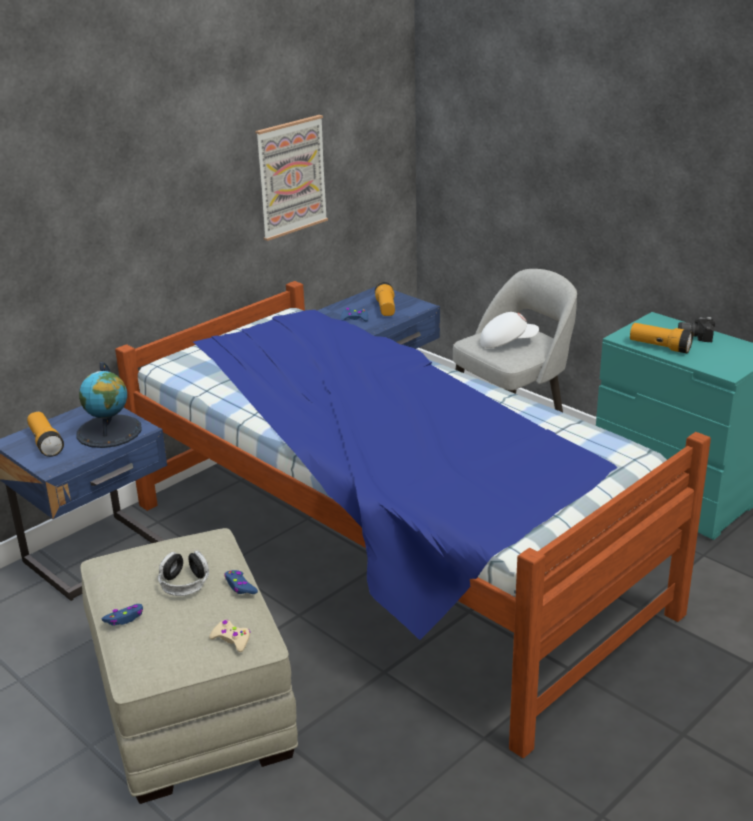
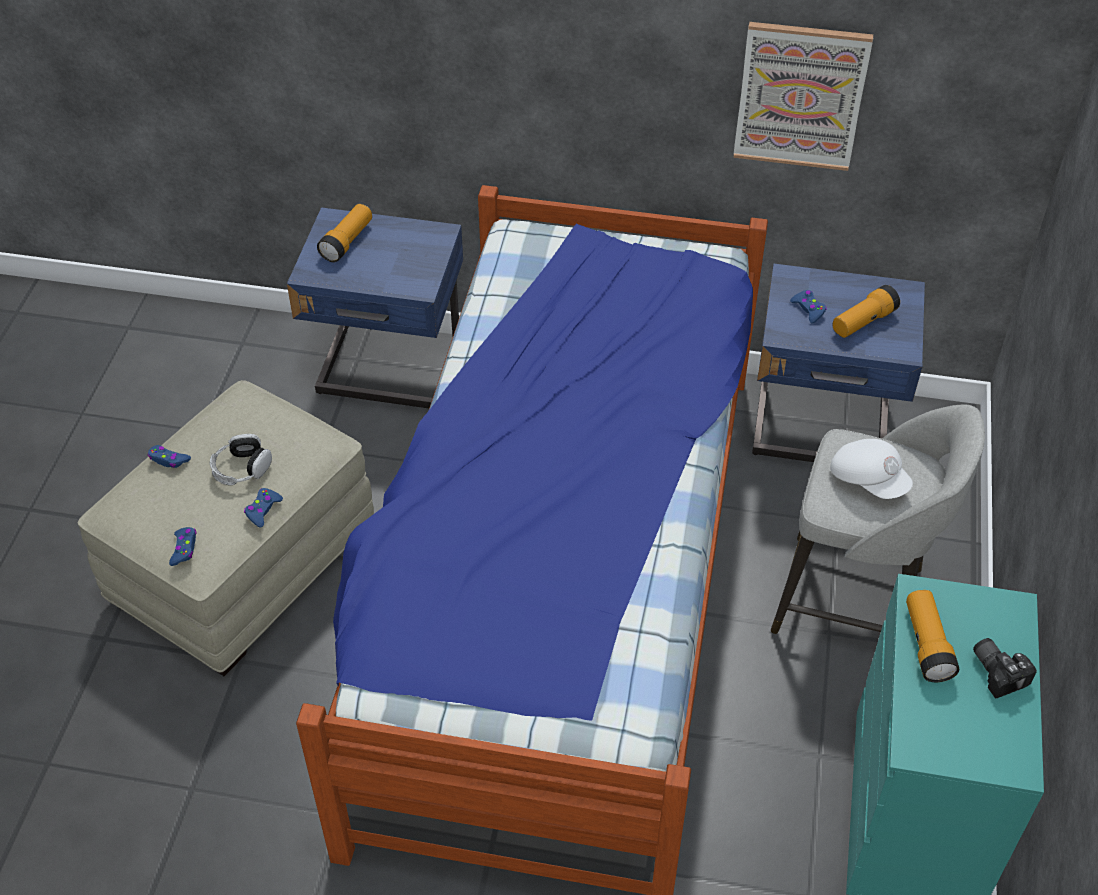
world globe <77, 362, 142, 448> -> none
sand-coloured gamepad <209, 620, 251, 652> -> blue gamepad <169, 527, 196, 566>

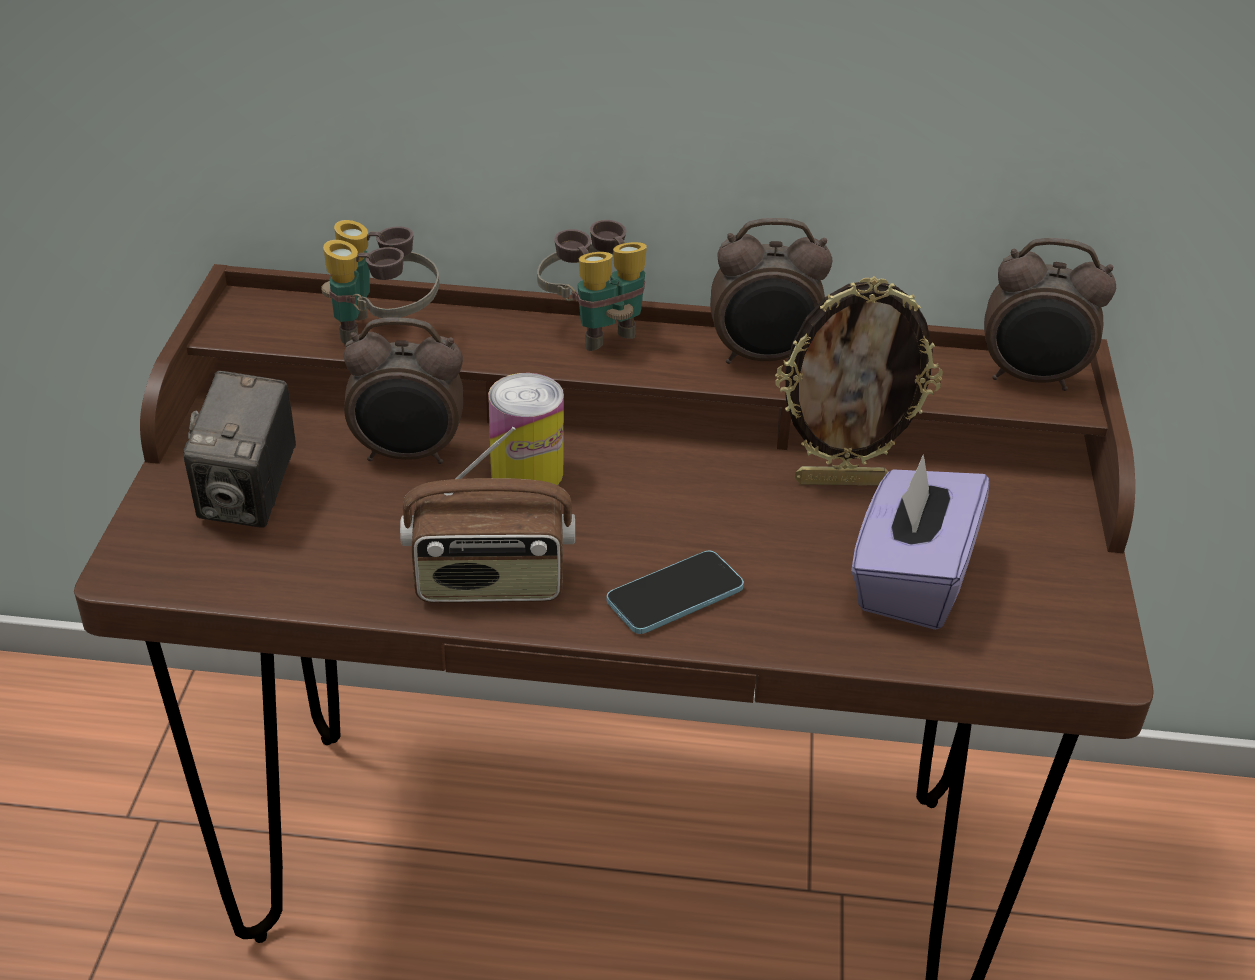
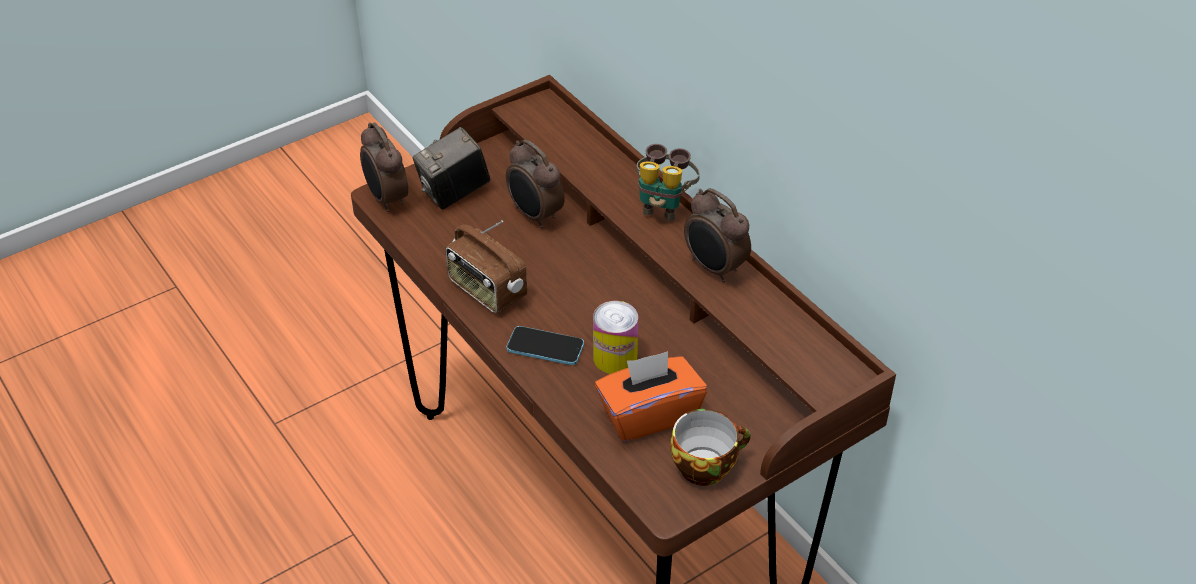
pair of binoculars <321, 220, 439, 345> -> none
photo frame <775, 276, 943, 486> -> none
none -> cup <670, 409, 751, 486>
metal can <488, 373, 564, 485> -> metal can <593, 301, 638, 374>, move
alarm clock <984, 238, 1116, 391> -> alarm clock <360, 123, 408, 212>, move
purplish box of tissues <851, 454, 989, 630> -> orange-coloured box of tissues <595, 351, 707, 441>

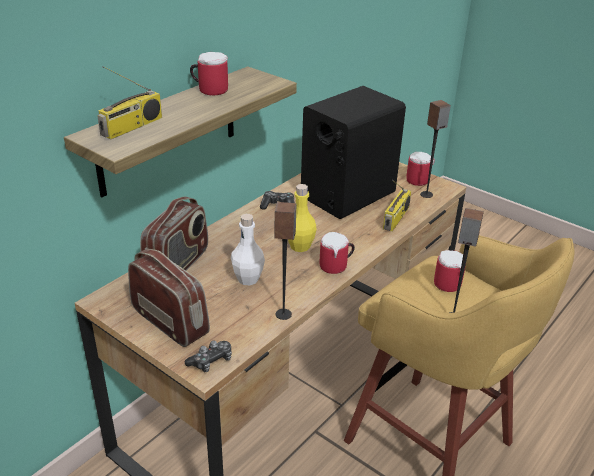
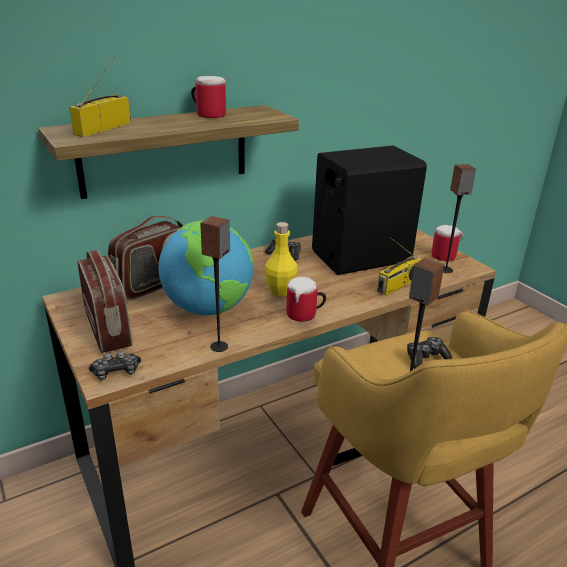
whitish bottle <231, 214, 265, 285> -> world globe <159, 220, 254, 315>
mug <434, 250, 466, 292> -> gamepad <407, 337, 452, 369>
radio set <97, 66, 162, 139> -> radio set <69, 55, 131, 137>, 150 degrees clockwise

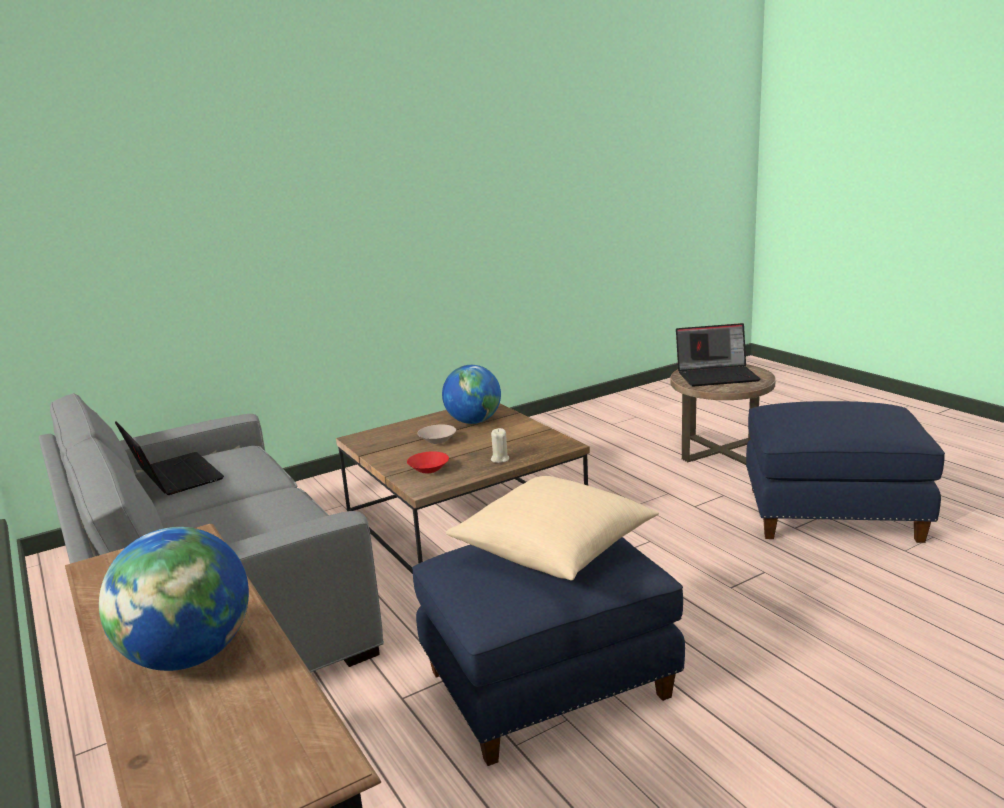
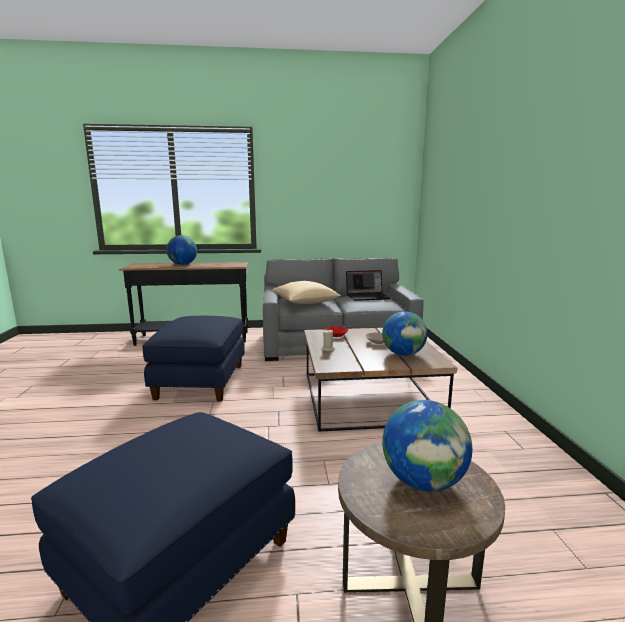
sand-coloured throw pillow <446, 476, 659, 580> -> sand-coloured throw pillow <272, 281, 341, 304>, move
portable computer <676, 323, 761, 387> -> world globe <382, 400, 472, 492>

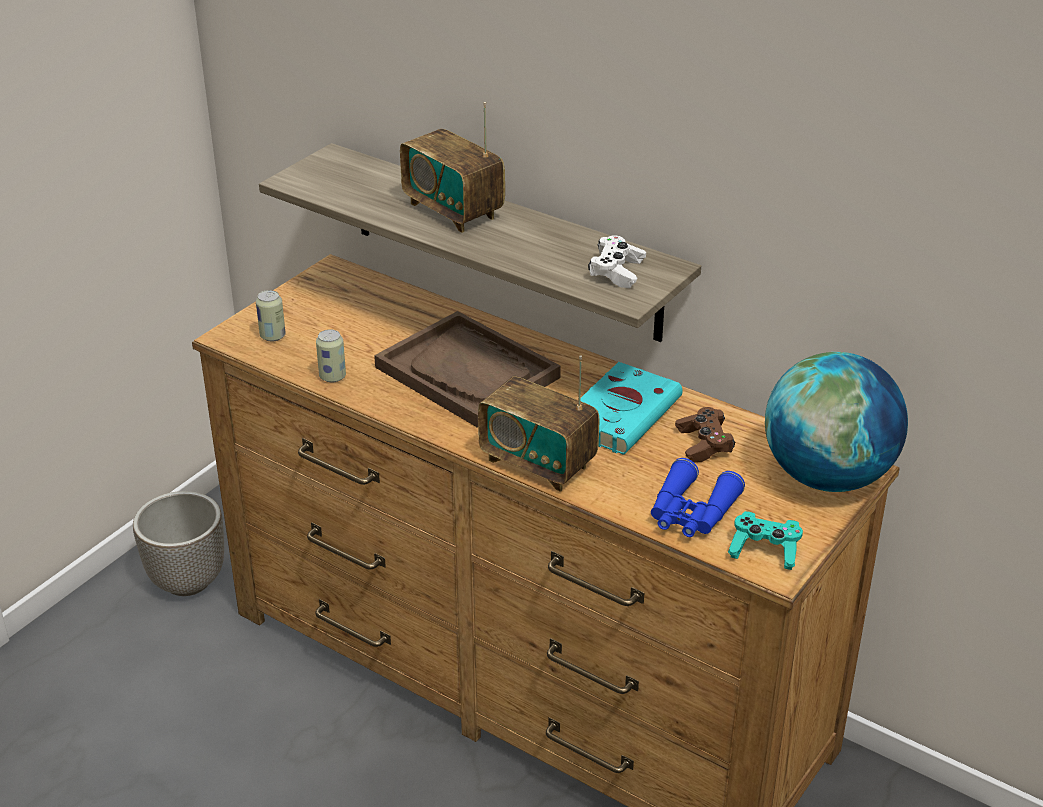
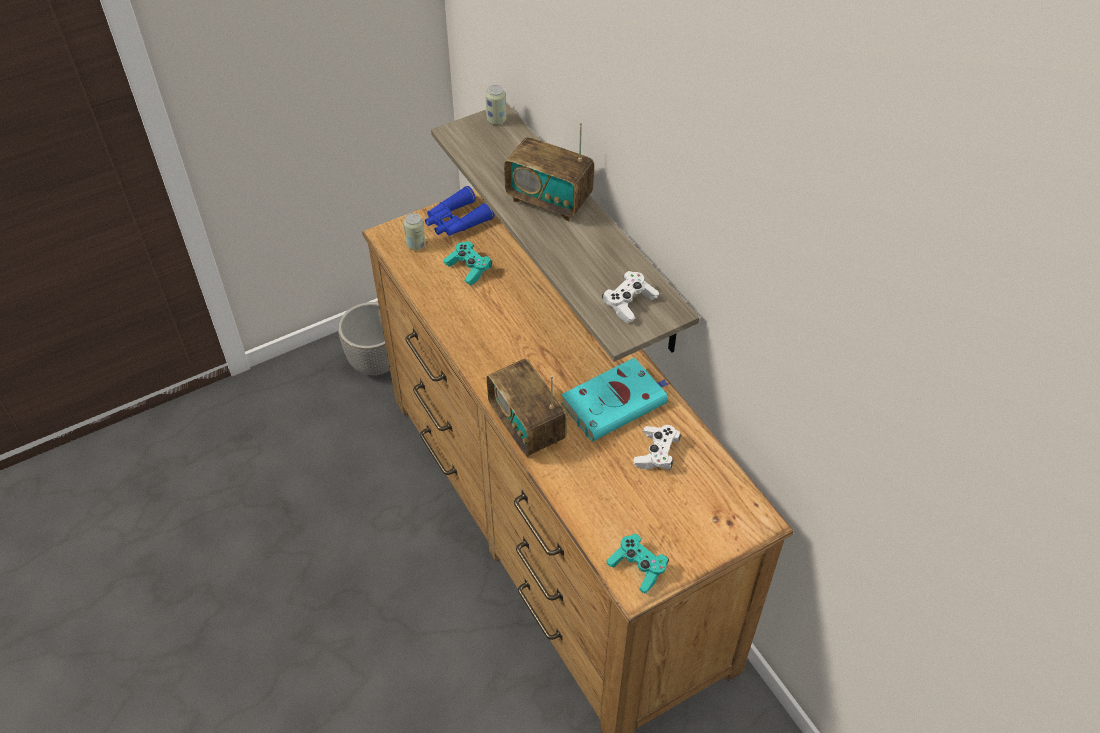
brown tray <374, 311, 561, 428> -> none
world globe <765, 352, 908, 492> -> none
none -> turquoise gamepad <443, 241, 492, 285>
metal can <316, 329, 346, 382> -> metal can <485, 85, 506, 125>, move
blue pair of binoculars <651, 458, 745, 537> -> blue pair of binoculars <425, 186, 495, 236>, move
brown gamepad <675, 407, 735, 463> -> whitish gamepad <633, 425, 682, 470>
radio set <400, 102, 505, 233> -> radio set <504, 122, 595, 222>, 45 degrees counterclockwise

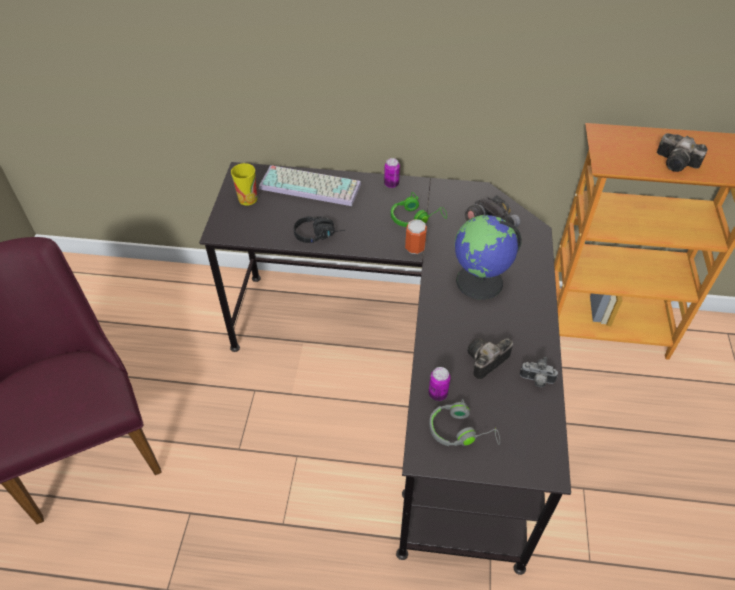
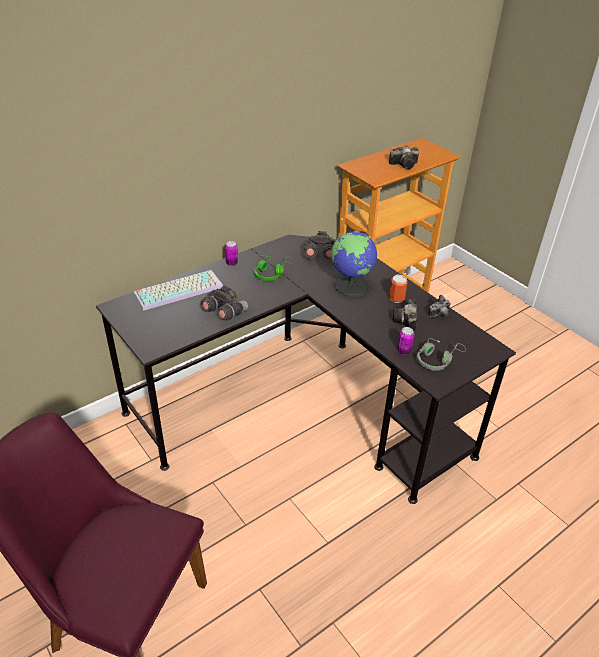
cup <231, 163, 257, 206> -> none
metal can <405, 219, 427, 254> -> metal can <389, 274, 407, 303>, move
black-coloured pair of headphones <294, 216, 345, 243> -> gray pair of binoculars <200, 286, 248, 321>

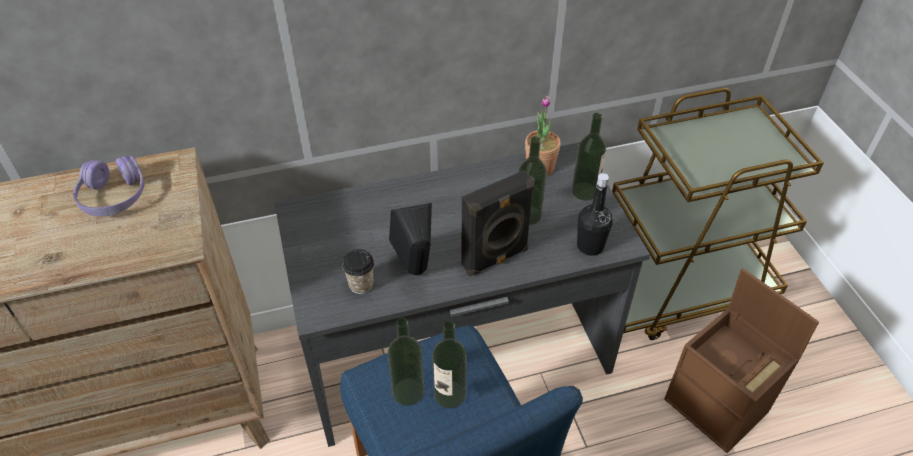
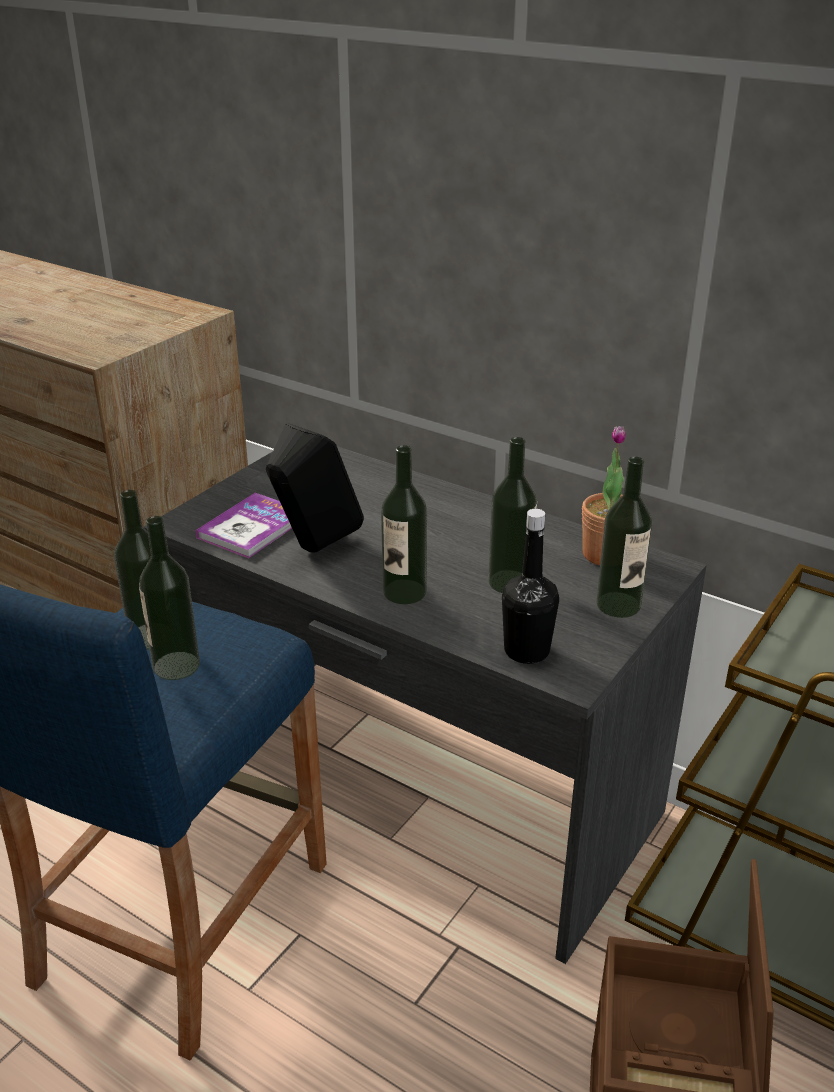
purplish pair of headphones <73, 156, 144, 217> -> none
cup <342, 249, 374, 294> -> book <195, 493, 292, 559>
black-coloured loudspeaker <461, 170, 535, 277> -> bottle <381, 445, 427, 604>

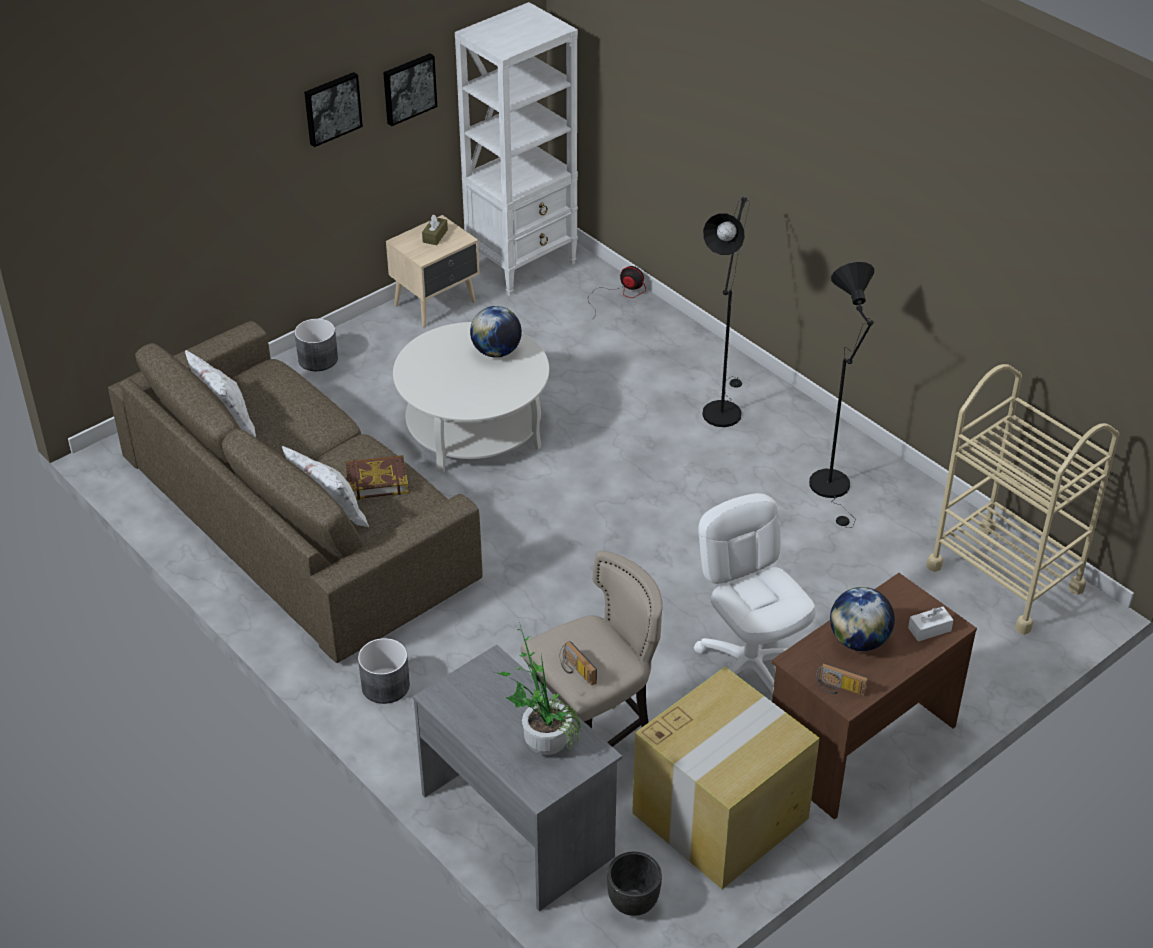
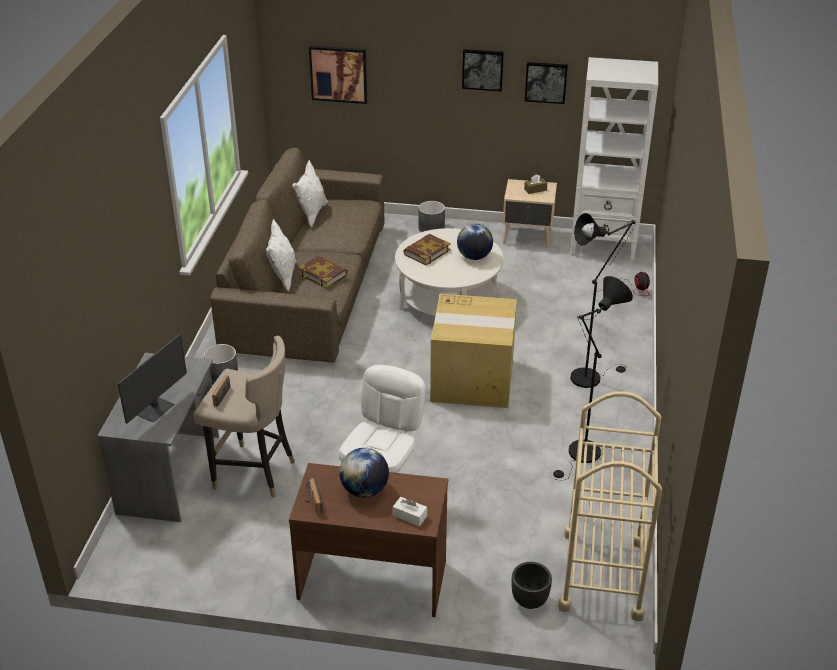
none -> wall art <309, 46, 367, 104>
none -> book <403, 234, 451, 266>
black-coloured planter <607, 852, 662, 916> -> black-coloured planter <511, 562, 552, 609>, move
packing box <632, 667, 820, 889> -> packing box <430, 294, 517, 408>, move
houseplant <495, 619, 582, 755> -> monitor <118, 334, 187, 424>

